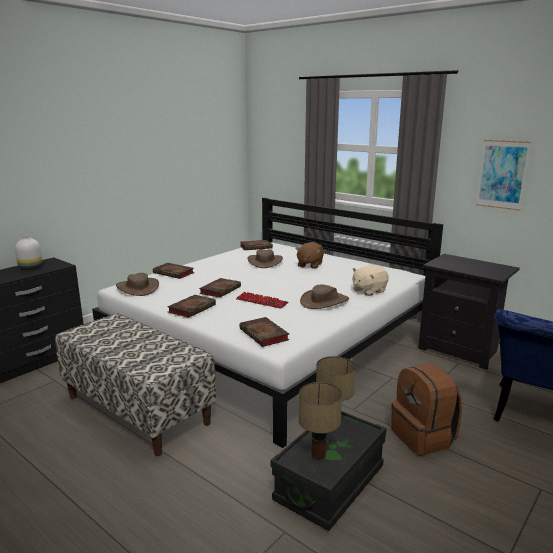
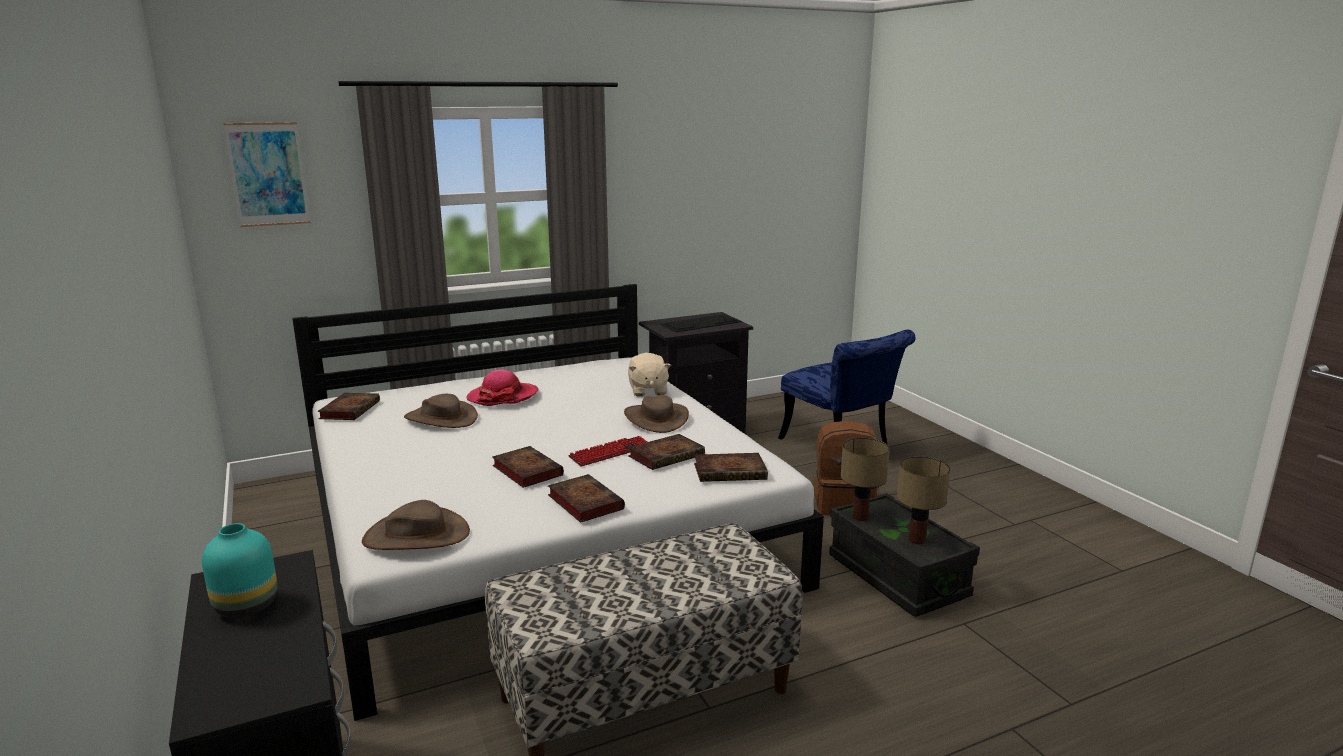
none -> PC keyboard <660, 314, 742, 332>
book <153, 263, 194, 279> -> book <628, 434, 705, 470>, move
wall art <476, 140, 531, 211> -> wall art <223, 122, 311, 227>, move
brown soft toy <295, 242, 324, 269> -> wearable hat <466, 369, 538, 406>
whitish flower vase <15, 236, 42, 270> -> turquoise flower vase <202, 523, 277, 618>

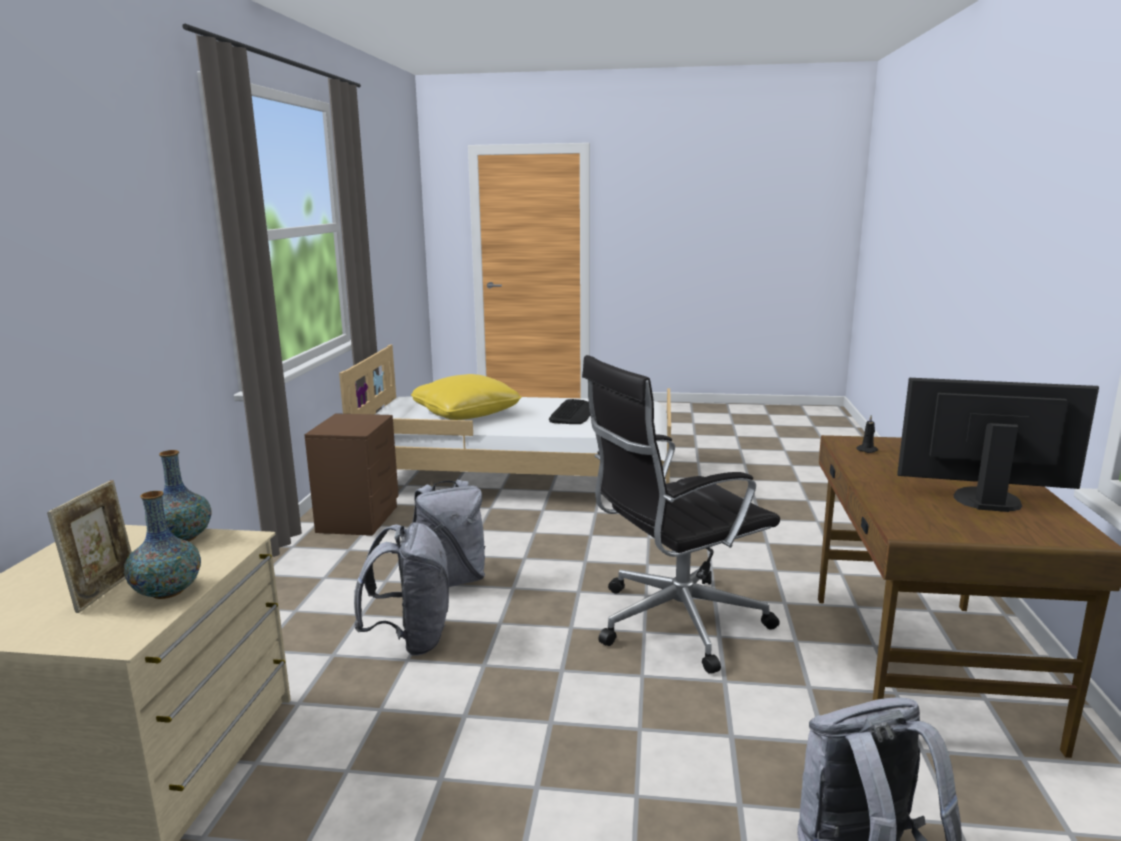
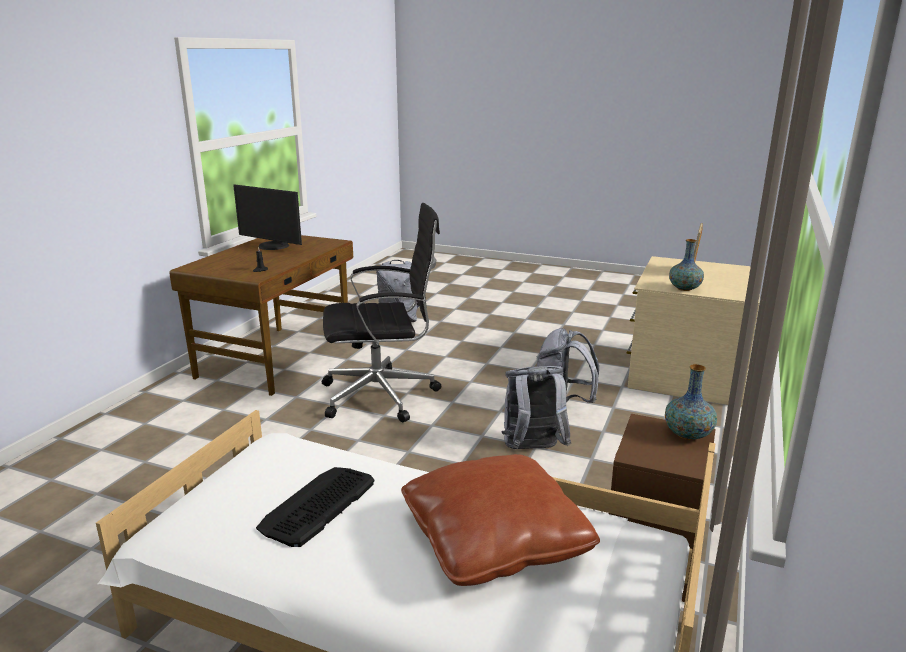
flower vase <124, 491, 201, 599> -> flower vase <665, 364, 717, 440>, move
yellow throw pillow <411, 374, 522, 420> -> brown throw pillow <401, 454, 600, 586>

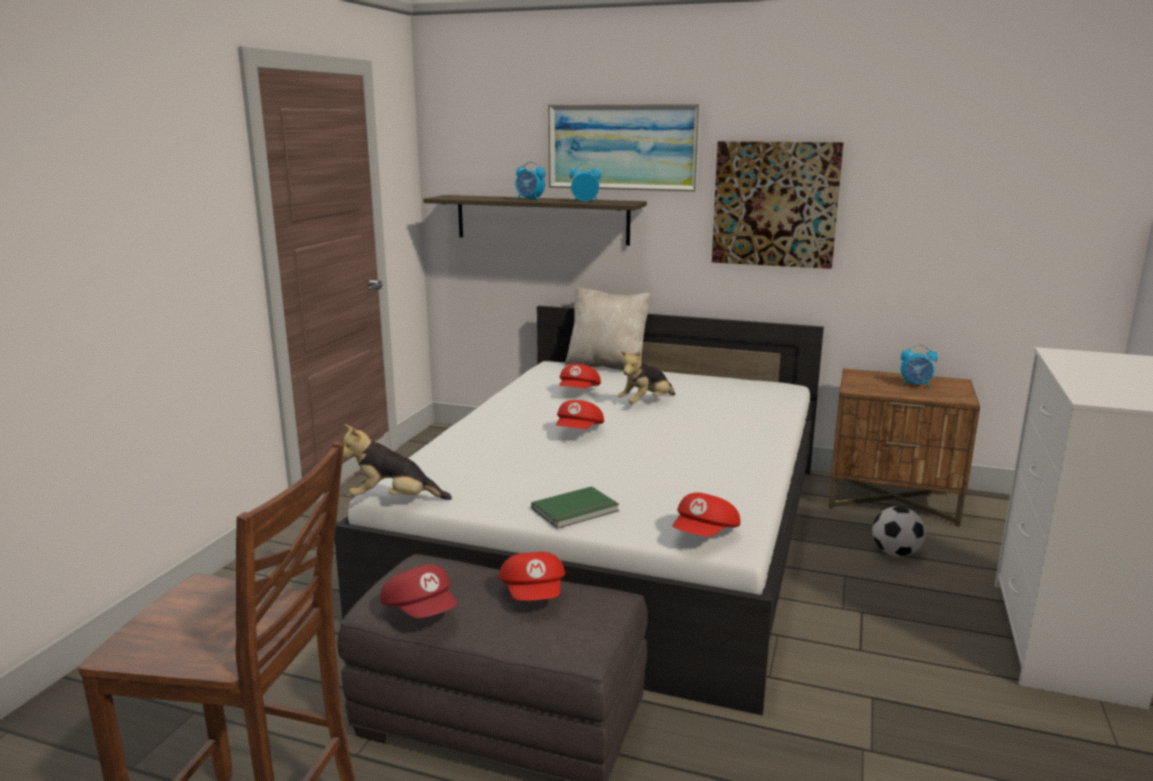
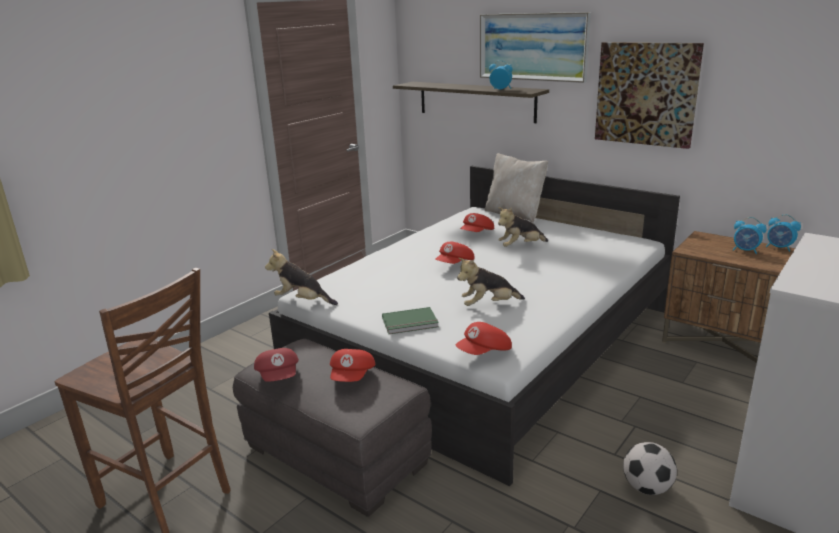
none -> soft toy <457, 258, 525, 306>
alarm clock <515, 161, 546, 200> -> alarm clock <766, 214, 801, 252>, move
ball for football <872, 506, 925, 557> -> ball for football <623, 442, 677, 495>, move

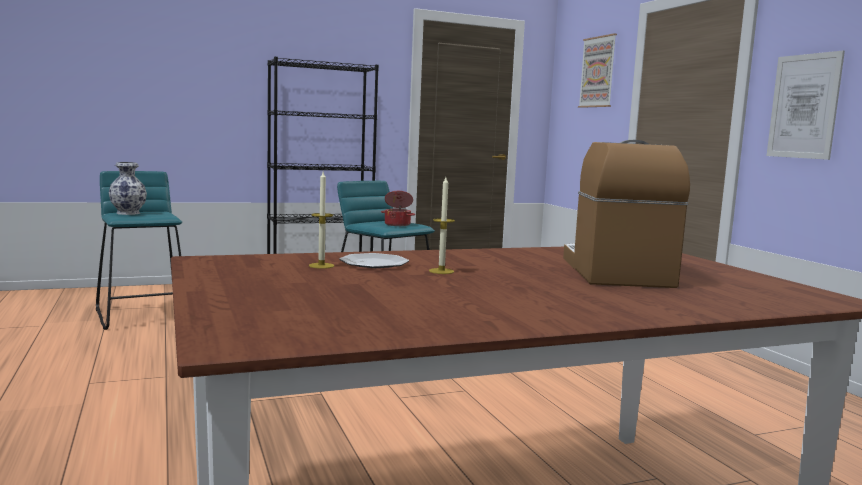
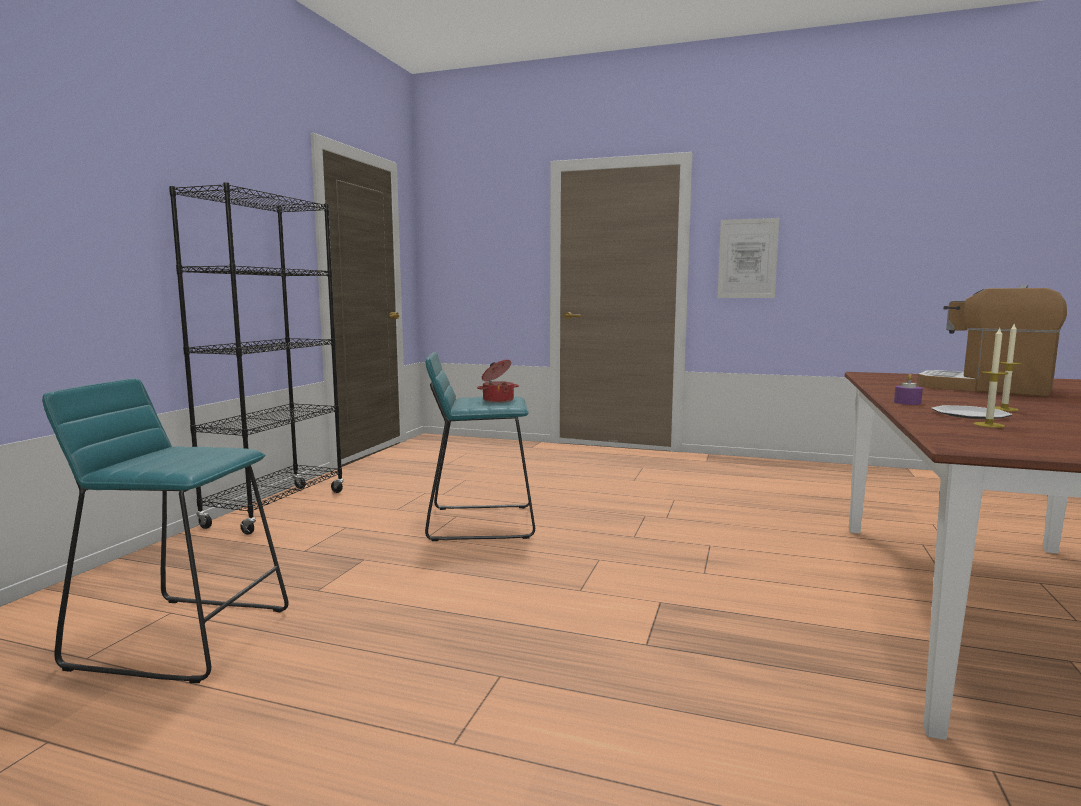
flower vase <109, 162, 147, 215> -> none
wall art <578, 33, 617, 108> -> none
none -> purplish wax light <894, 374, 923, 405>

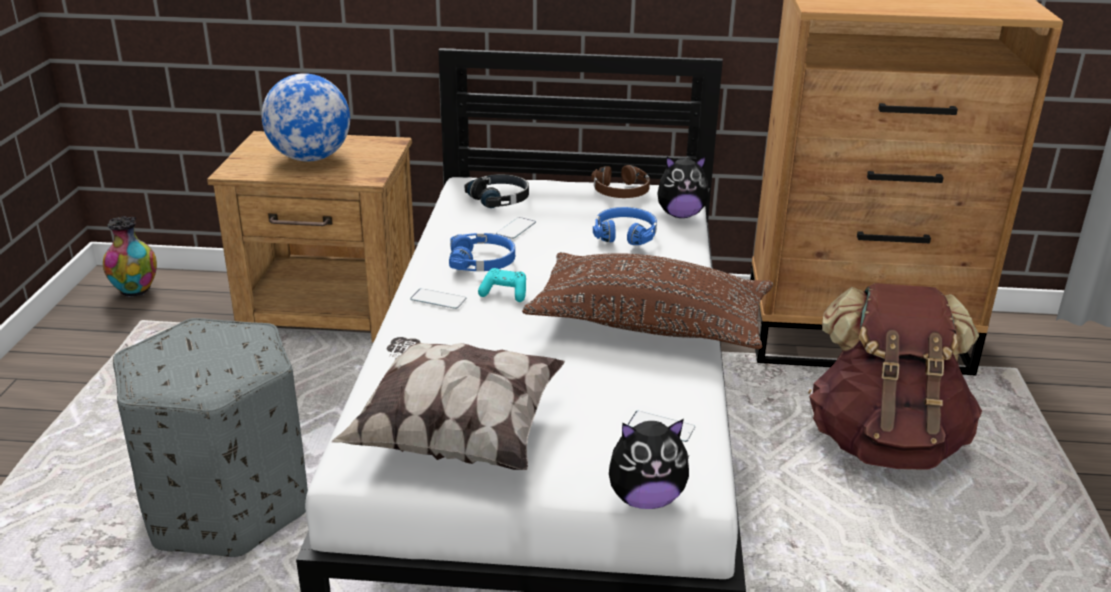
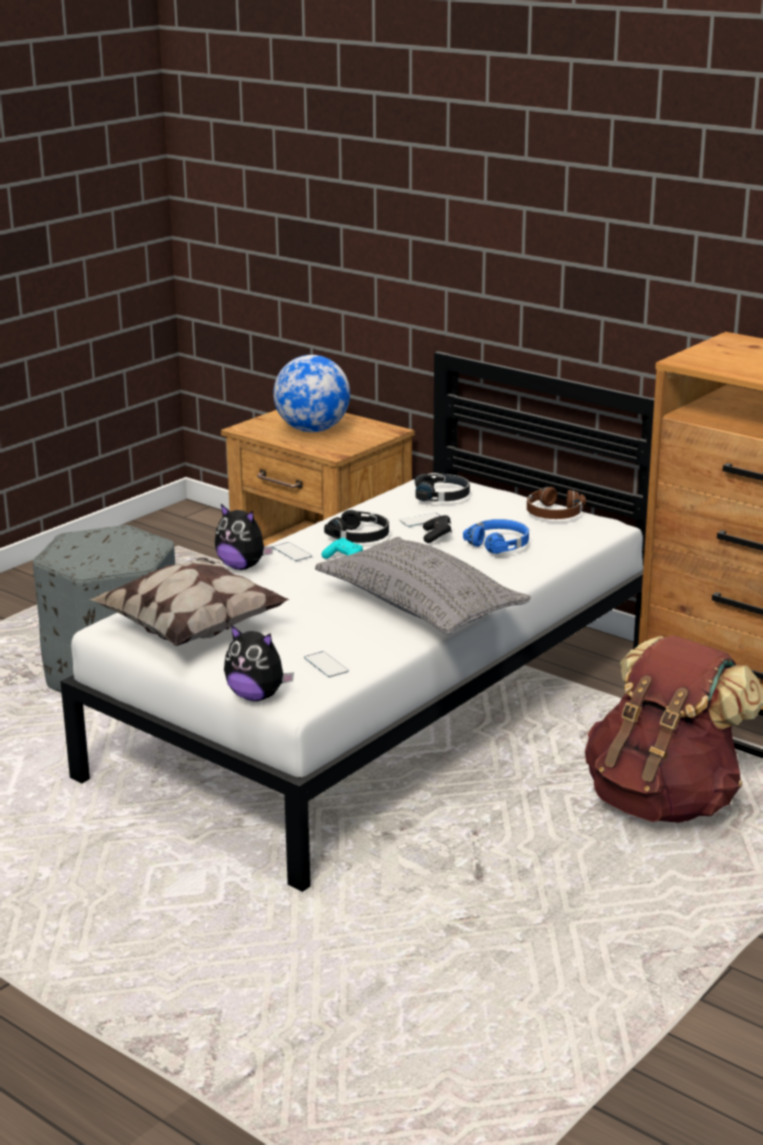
flower vase <103, 216, 157, 297> -> none
none -> black-coloured gamepad <423, 515, 452, 543>
soft toy <657, 156, 710, 218> -> soft toy <215, 504, 273, 570>, move
blue pair of headphones <449, 233, 515, 271> -> black-coloured pair of headphones <324, 510, 389, 543>
brown throw pillow <522, 252, 773, 349> -> gray throw pillow <315, 537, 531, 635>

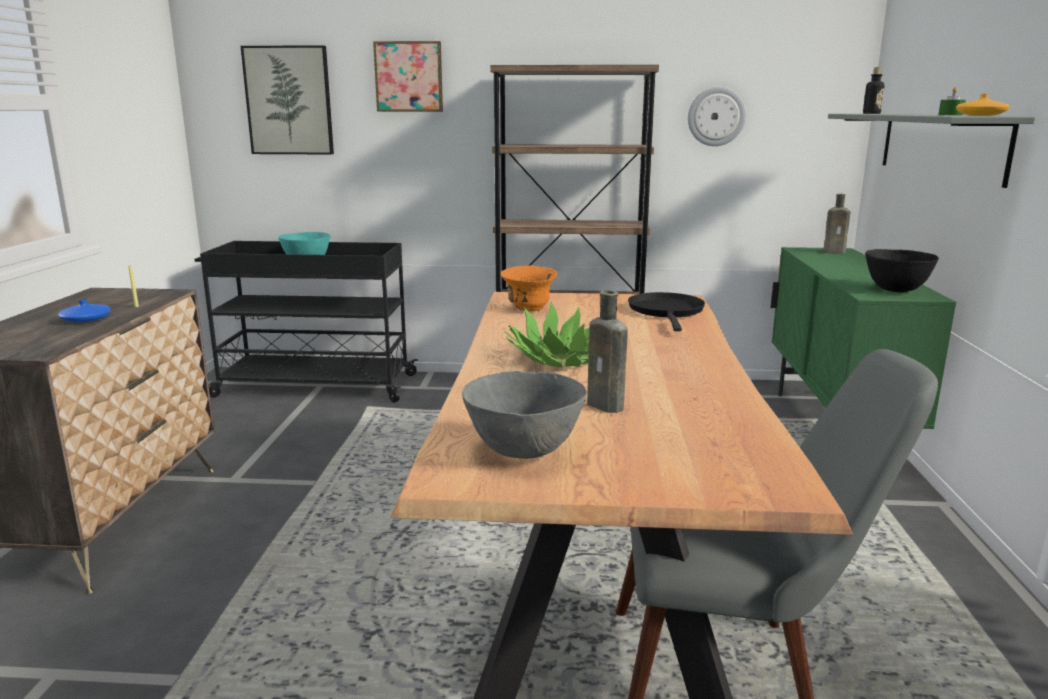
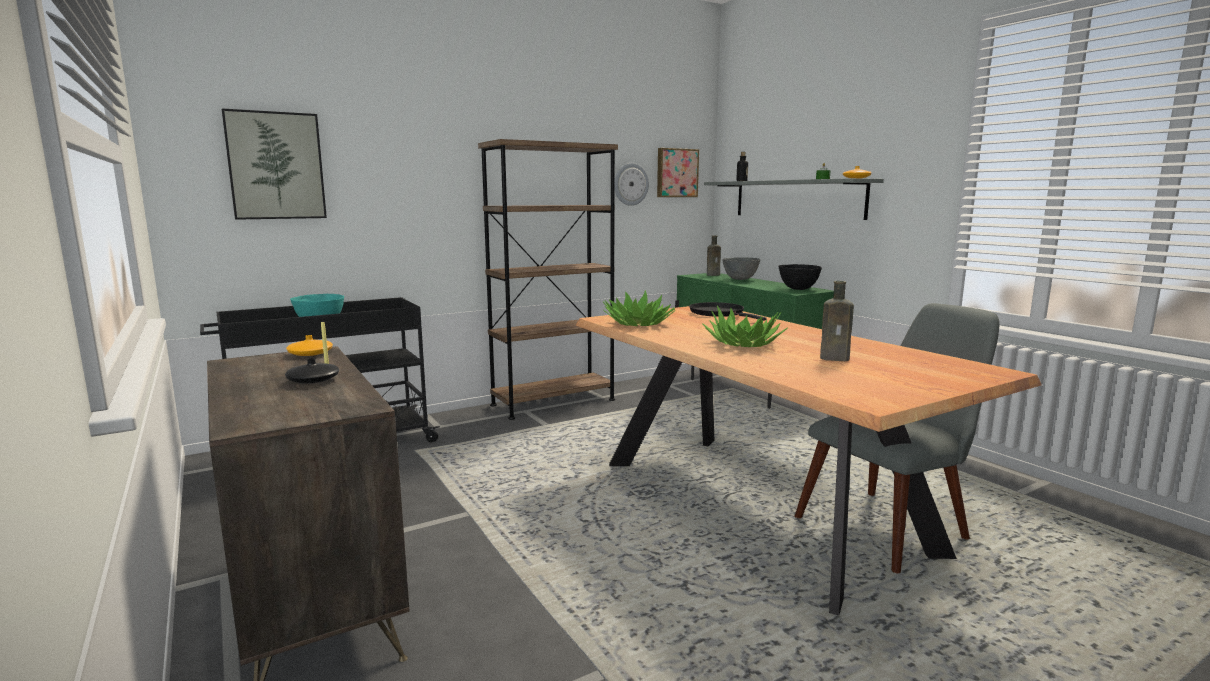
none -> orange-coloured flower vase <286, 335, 333, 356>
wall art <373, 41, 443, 112> -> wall art <657, 148, 699, 197>, move
gray bowl <462, 371, 587, 459> -> gray bowl <722, 257, 760, 280>, move
orange-coloured bowl <501, 266, 557, 312> -> houseplant <603, 290, 675, 326>
blue flower vase <58, 299, 111, 323> -> black-coloured flower vase <285, 358, 339, 383>

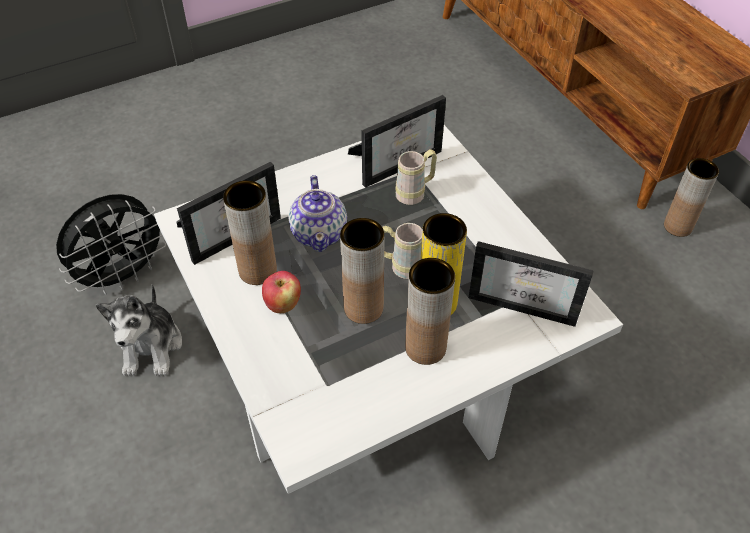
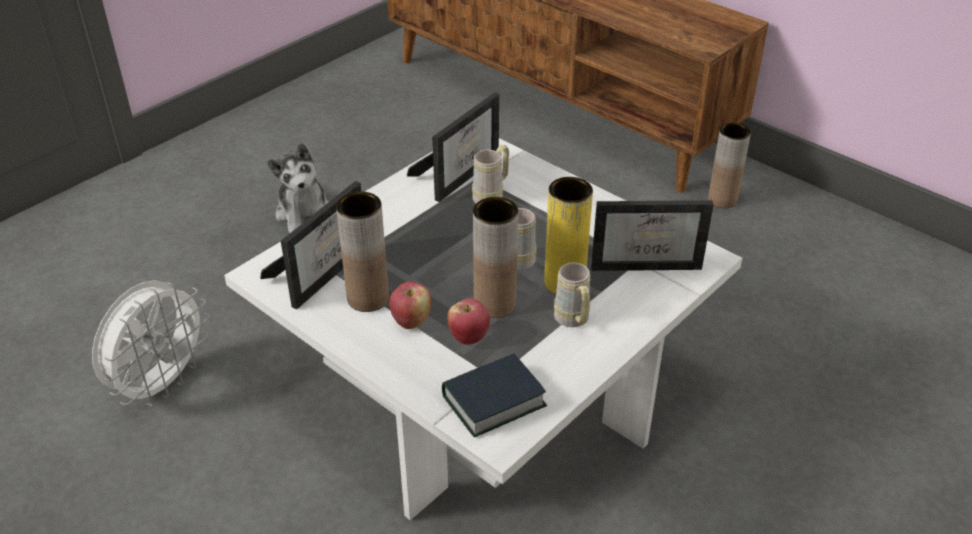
tea pot <289, 175, 347, 252> -> none
none -> book <442, 354, 547, 437>
none -> whole apple <447, 298, 490, 345>
soft toy <95, 284, 182, 376> -> soft toy <267, 143, 328, 233>, move
brown flower vase <405, 258, 455, 365> -> sand-coloured mug <554, 262, 590, 327>
black-coloured cooling fan <56, 194, 166, 294> -> whitish cooling fan <92, 280, 210, 406>

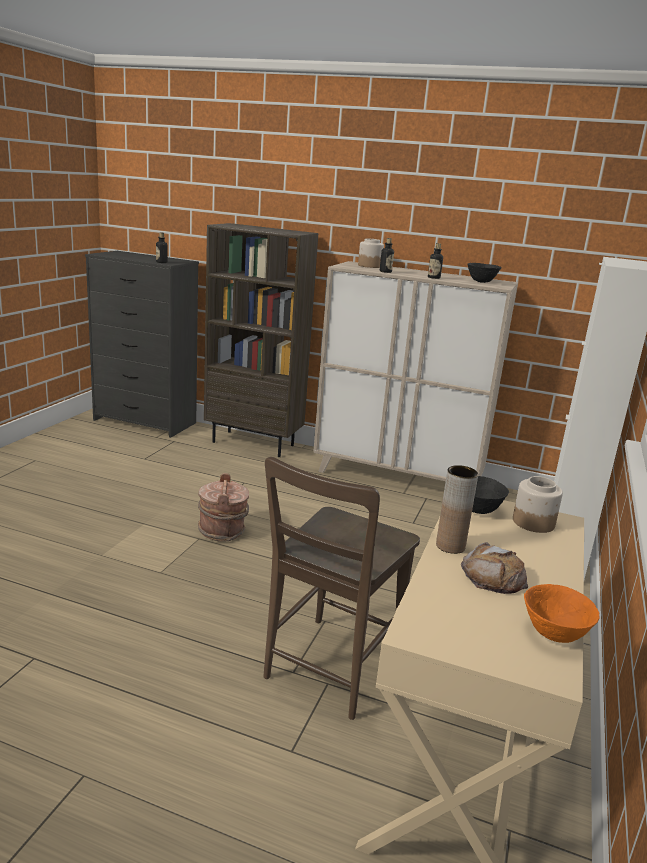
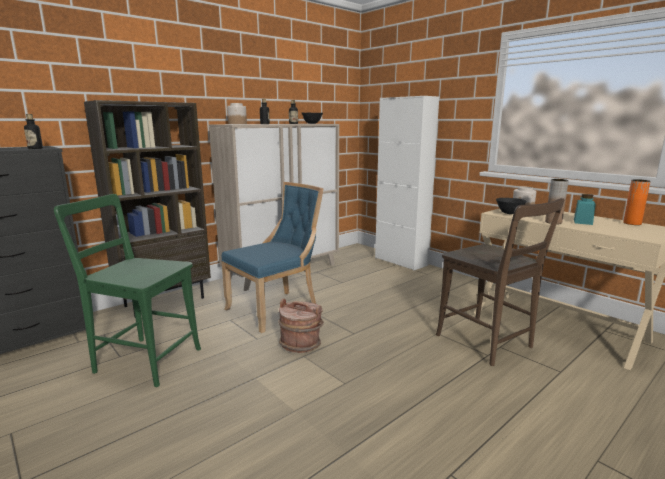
none -> green plain chair <54, 194, 201, 387>
none -> blue plain chair <221, 182, 324, 333>
bread <460, 542, 528, 594> -> turquoise preserve jar <574, 194, 596, 225>
orange-coloured bowl <524, 584, 600, 643> -> orange-coloured flower vase <623, 179, 650, 225>

